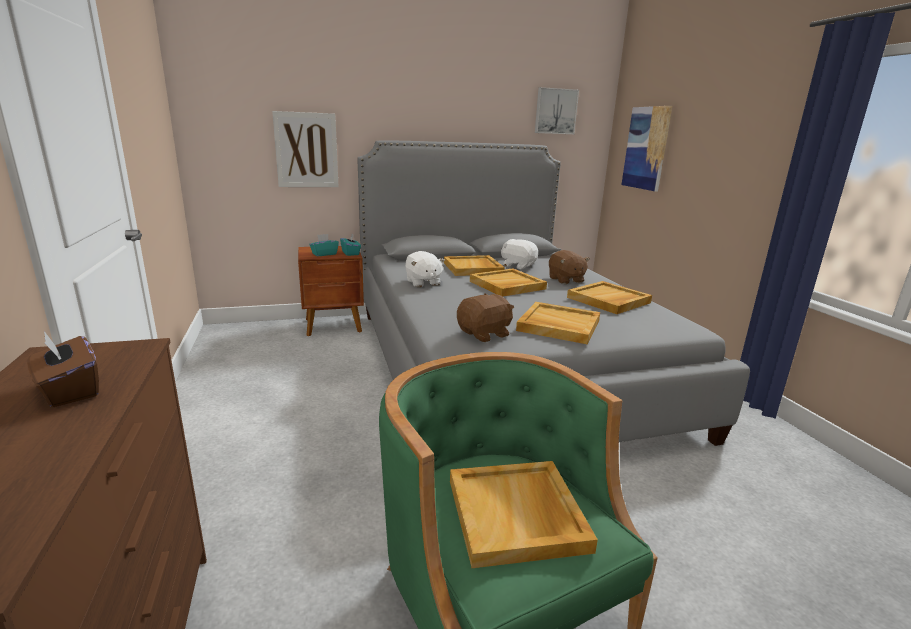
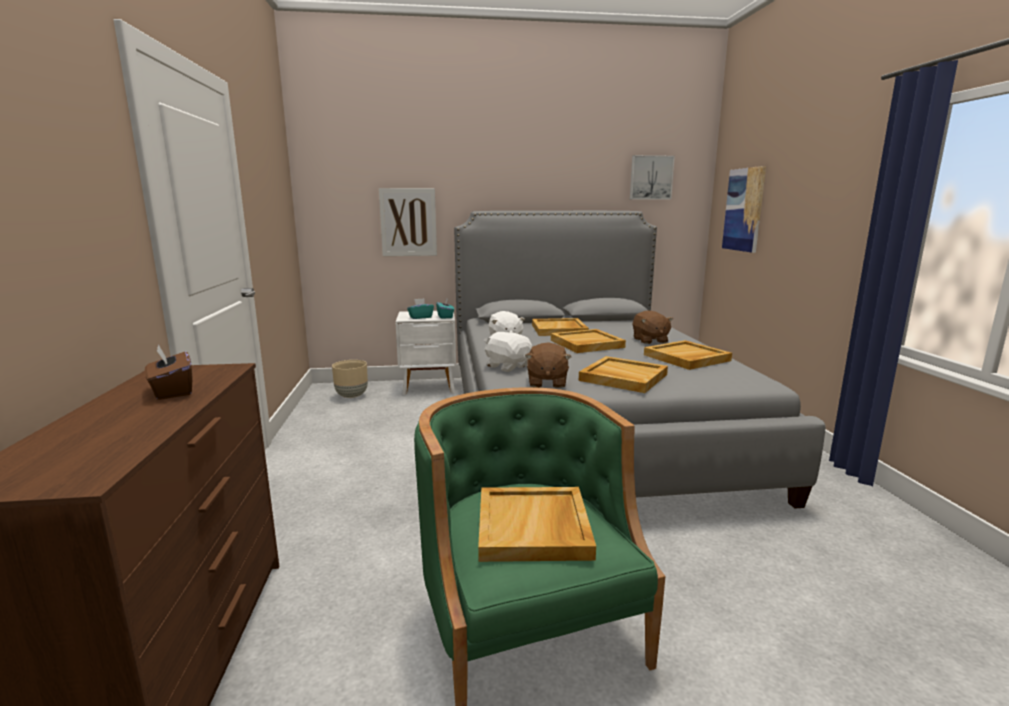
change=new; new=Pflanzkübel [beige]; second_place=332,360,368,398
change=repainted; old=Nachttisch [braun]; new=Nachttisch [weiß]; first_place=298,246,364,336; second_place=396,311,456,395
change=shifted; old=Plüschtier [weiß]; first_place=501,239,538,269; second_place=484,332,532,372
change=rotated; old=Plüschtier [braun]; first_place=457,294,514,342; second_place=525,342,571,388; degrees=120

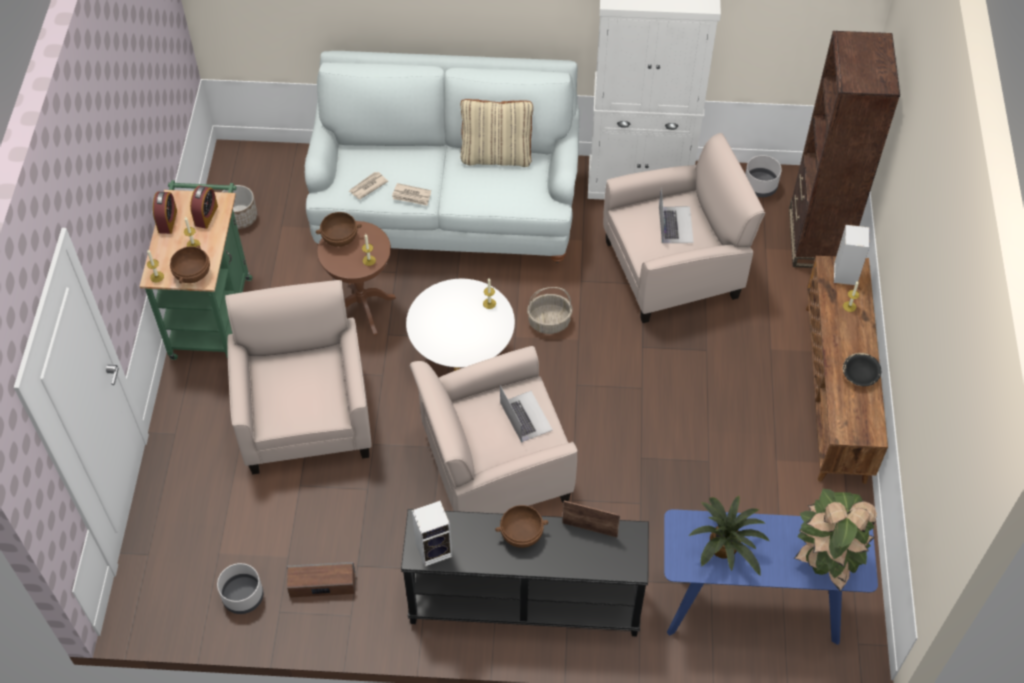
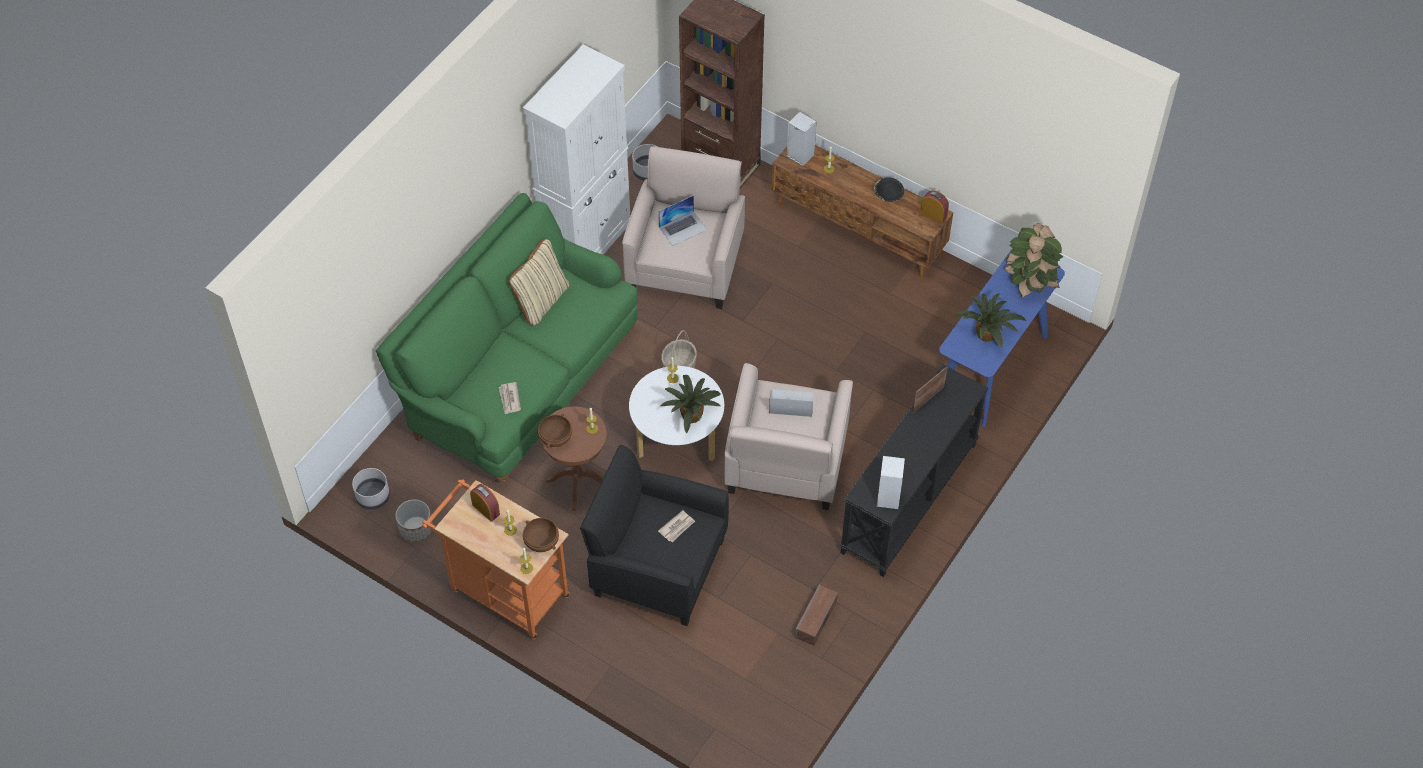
change=shifted; old=Pflanzkübel [grau]; first_place=217,563,263,614; second_place=352,468,390,510
change=repainted; old=Sofa [weiß]; new=Sofa [grün]; first_place=305,51,580,263; second_place=375,193,638,483
change=repainted; old=Rollwagen [grün]; new=Rollwagen [orange]; first_place=140,180,252,360; second_place=422,479,570,640
change=repainted; old=Sessel [beige]; new=Sessel [schwarz]; first_place=225,280,372,474; second_place=580,445,729,626
change=rotated; old=Laptop; first_place=659,188,694,243; second_place=658,195,707,246; degrees=120
change=shifted; old=Zeitung; first_place=392,183,431,206; second_place=658,510,695,542
change=new; new=Topfpflanze; second_place=660,375,721,434
change=shifted; old=Wecker; first_place=153,192,177,234; second_place=920,190,949,224
change=gone; old=Schüssel [braun]; first_place=495,505,548,548

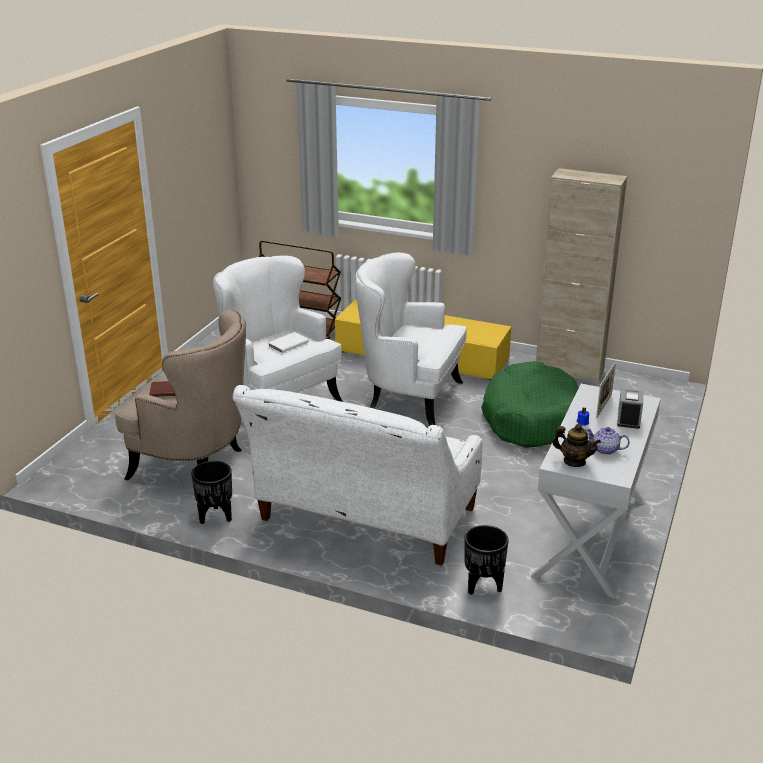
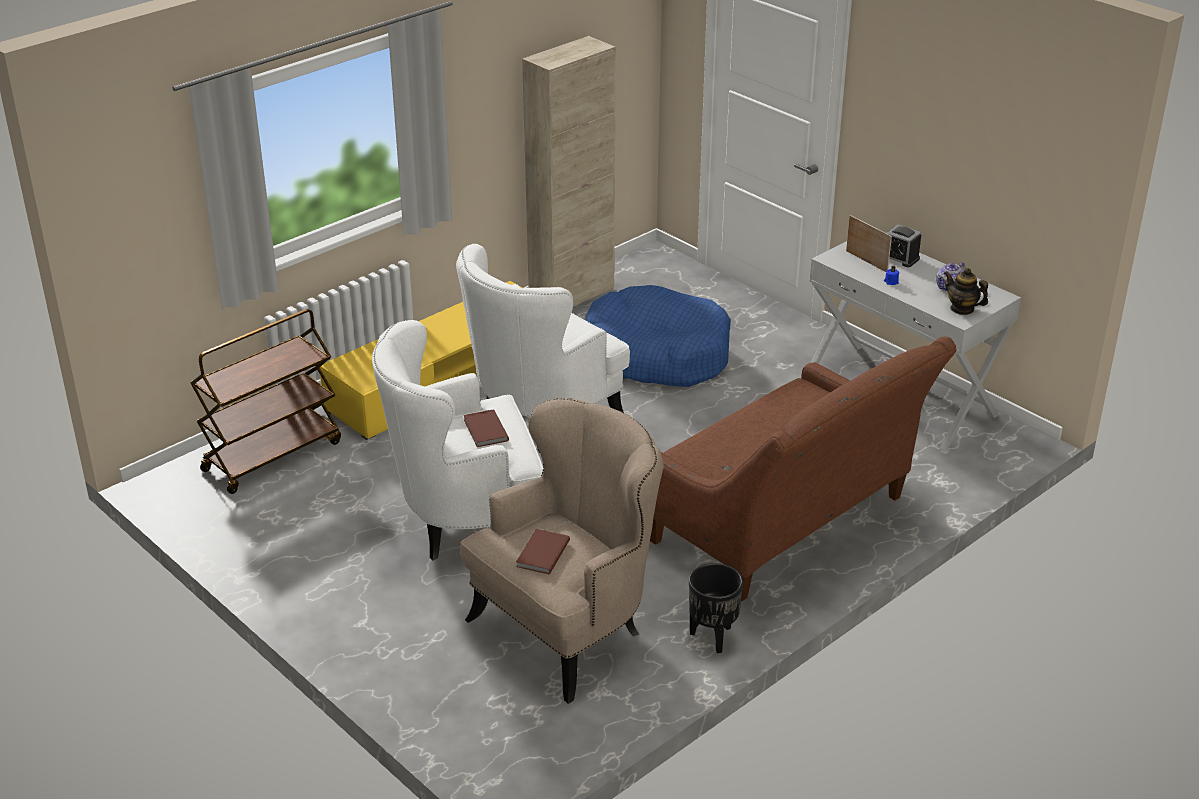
change=repainted; old=Buch [weiß]; new=Buch [braun]; first_place=268,332,309,353; second_place=464,409,509,447
change=repainted; old=Hundebett [grün]; new=Hundebett [blau]; first_place=481,361,579,448; second_place=585,285,731,387
change=repainted; old=Sofa [weiß]; new=Sofa [braun]; first_place=233,385,482,566; second_place=650,336,957,601
change=rotated; old=Teekanne; first_place=552,424,601,467; second_place=944,268,988,315; degrees=-105
change=gone; old=Pflanzkübel [schwarz]; first_place=464,525,509,595

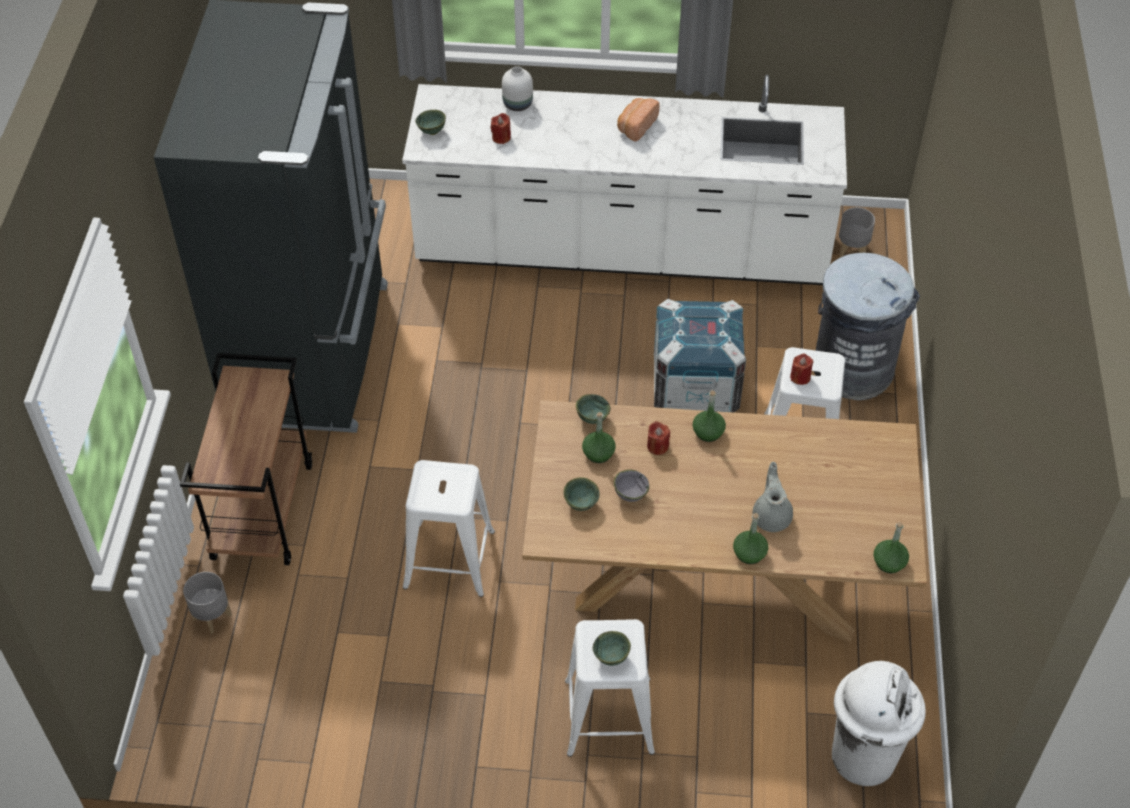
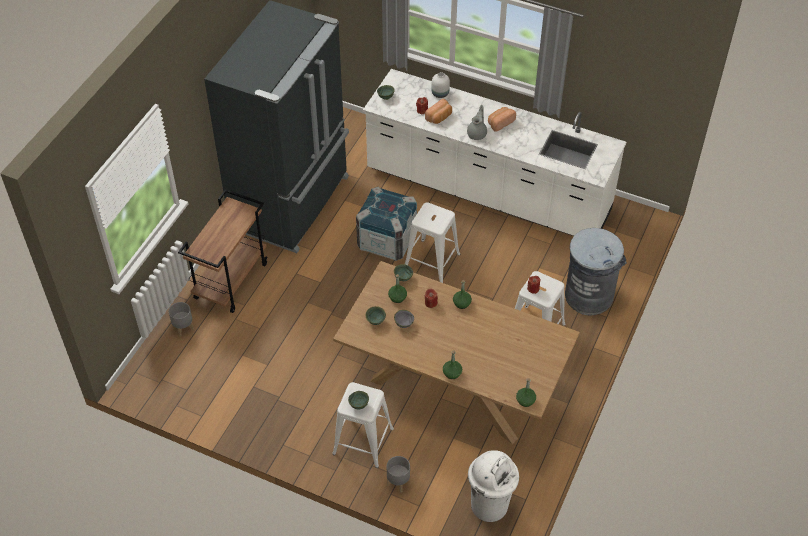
change=shifted; old=Kiste; first_place=654,299,746,413; second_place=356,186,417,261
change=shifted; old=Pflanzkübel [grau]; first_place=839,207,875,257; second_place=387,456,410,492
change=shifted; old=Hocker [weiß]; first_place=403,460,495,597; second_place=405,202,460,283
change=new; new=Brot; second_place=425,99,452,124
change=shifted; old=Teekanne [grau]; first_place=753,462,793,532; second_place=467,105,487,140

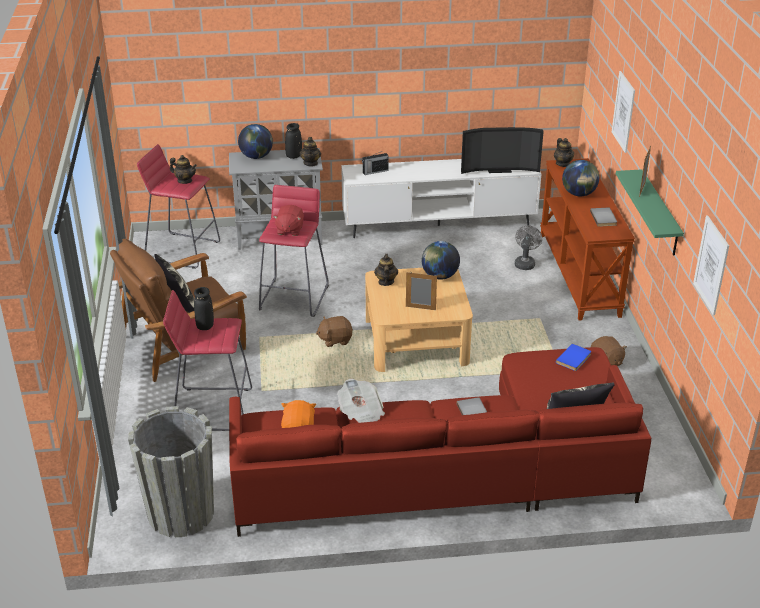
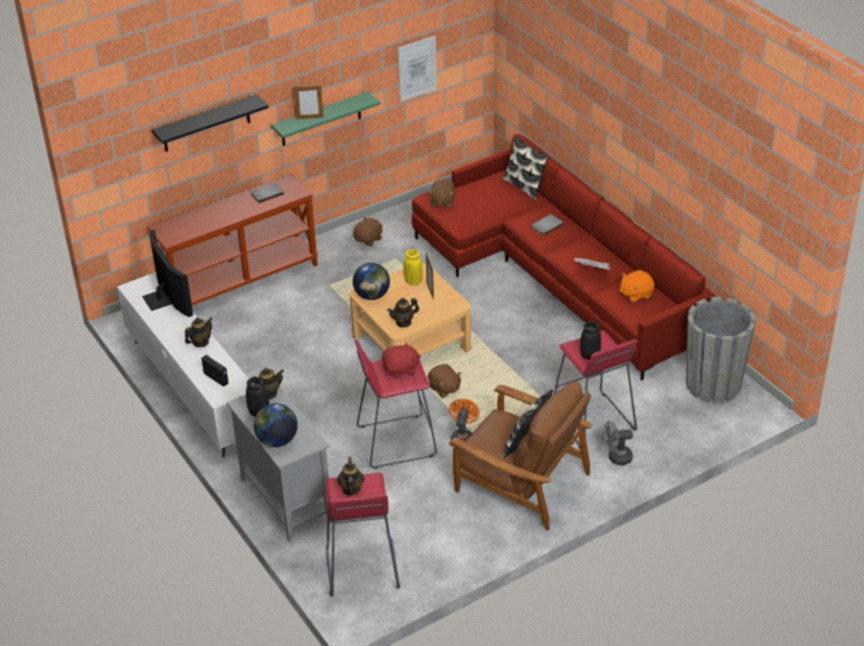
change=swapped; old=Bild; new=Wandregal [schwarz]; first_place=612,71,635,153; second_place=152,95,269,152
change=shifted; old=Teekanne; first_place=554,138,574,167; second_place=185,317,213,347
change=new; new=Vase [gelb]; second_place=404,249,423,285
change=swapped; old=Buch [blau]; new=Plüschtier [braun]; first_place=556,344,591,371; second_place=428,179,455,208
change=new; new=Ventilator [orange]; second_place=449,399,480,441
change=shifted; old=Ventilator [grau]; first_place=515,225,542,270; second_place=603,421,633,465
change=gone; old=Globus; first_place=562,160,599,197

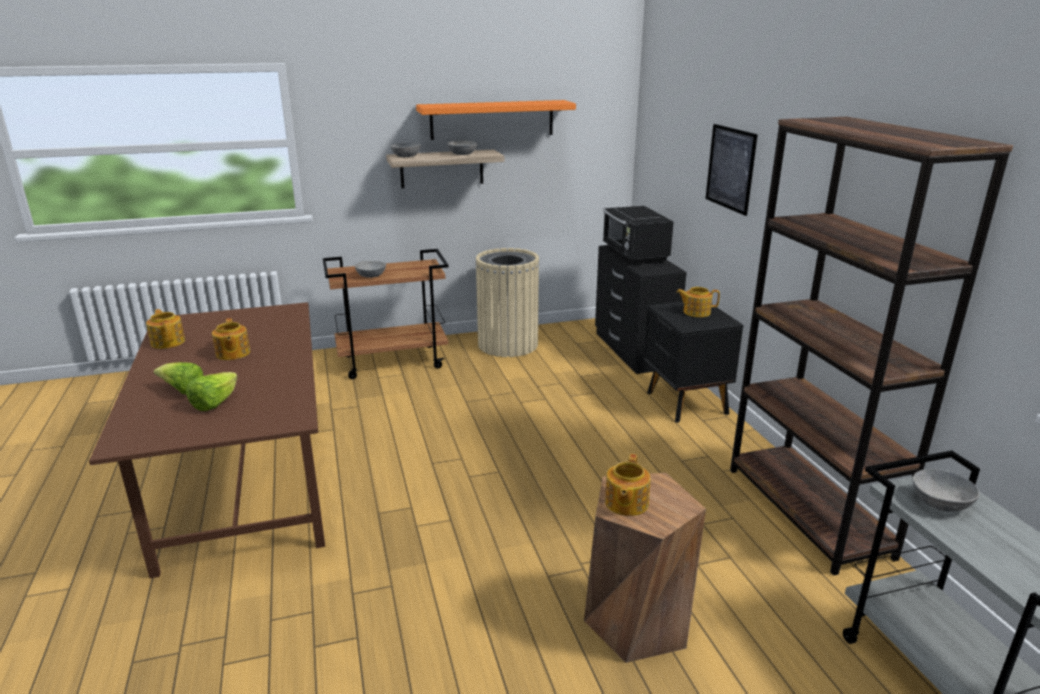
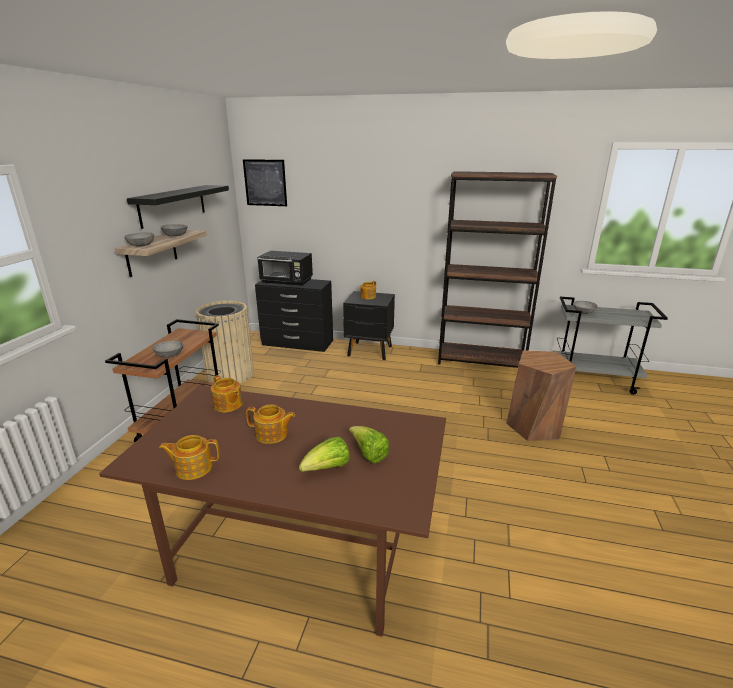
change=repainted; old=Wandregal [orange]; new=Wandregal [schwarz]; first_place=416,100,576,140; second_place=127,185,229,229
change=shifted; old=Teekanne; first_place=605,454,651,516; second_place=211,375,243,413
change=shifted; old=Bild; first_place=706,124,758,216; second_place=243,159,287,206

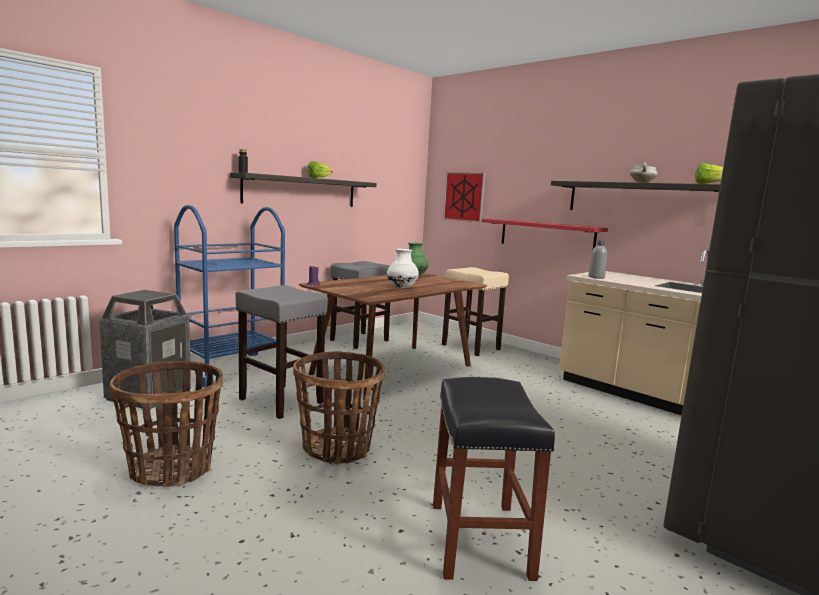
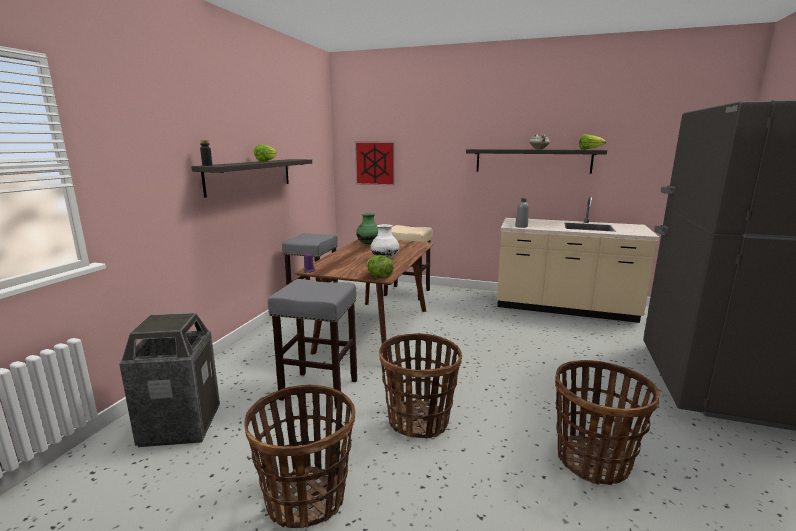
change=new; new=Salatkopf; second_place=367,255,394,278
change=swapped; old=Hocker [schwarz]; new=Korb; first_place=433,377,555,581; second_place=555,360,659,485
change=gone; old=Rollwagen [blau]; first_place=174,205,288,388
change=gone; old=Wandregal [rot]; first_place=481,219,608,251

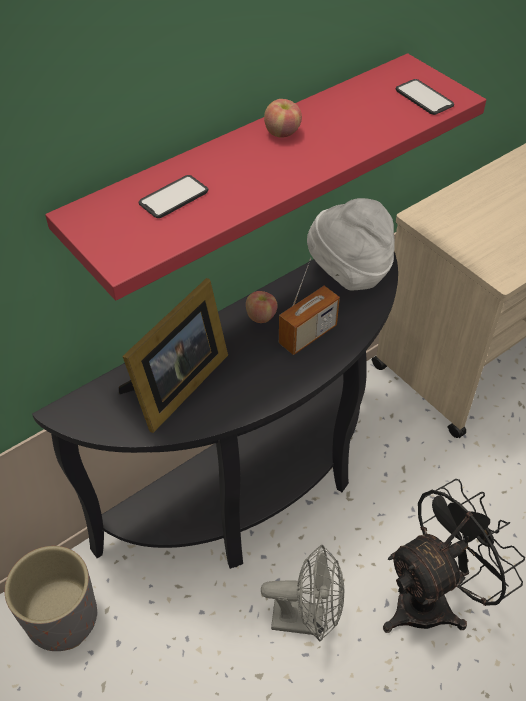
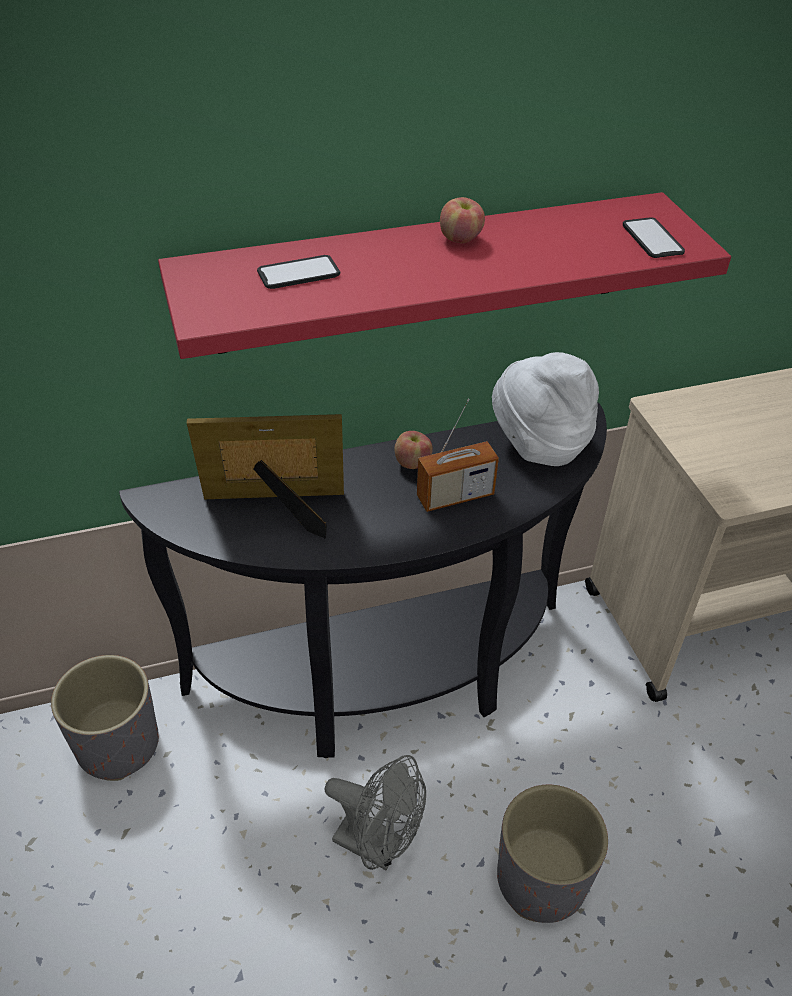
change=rotated; old=Bilderrahmen; first_place=119,278,228,433; second_place=187,414,344,538; degrees=-150
change=swapped; old=Ventilator [schwarz]; new=Pflanzkübel [grau]; first_place=383,479,525,633; second_place=497,785,608,923

